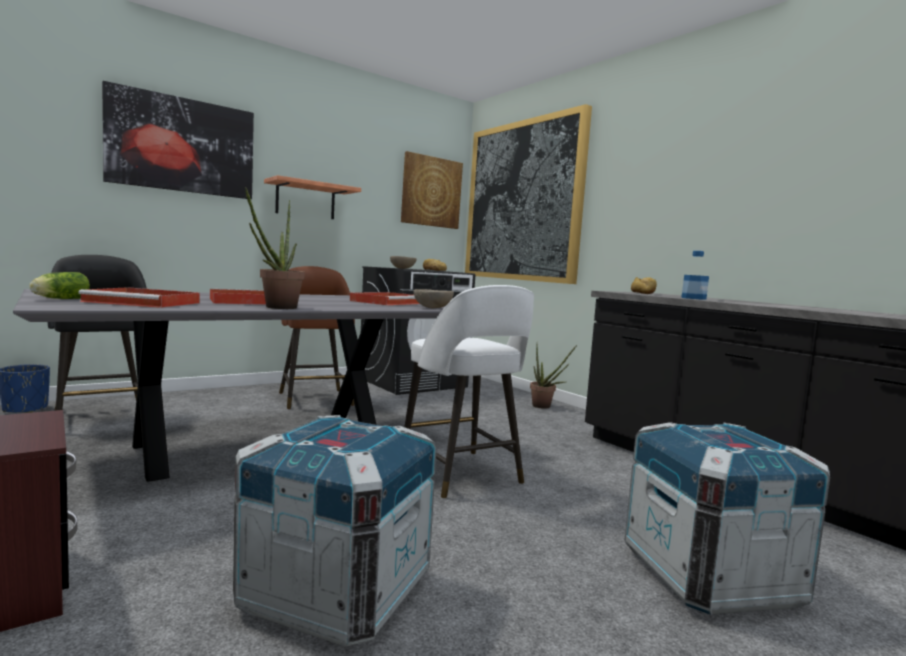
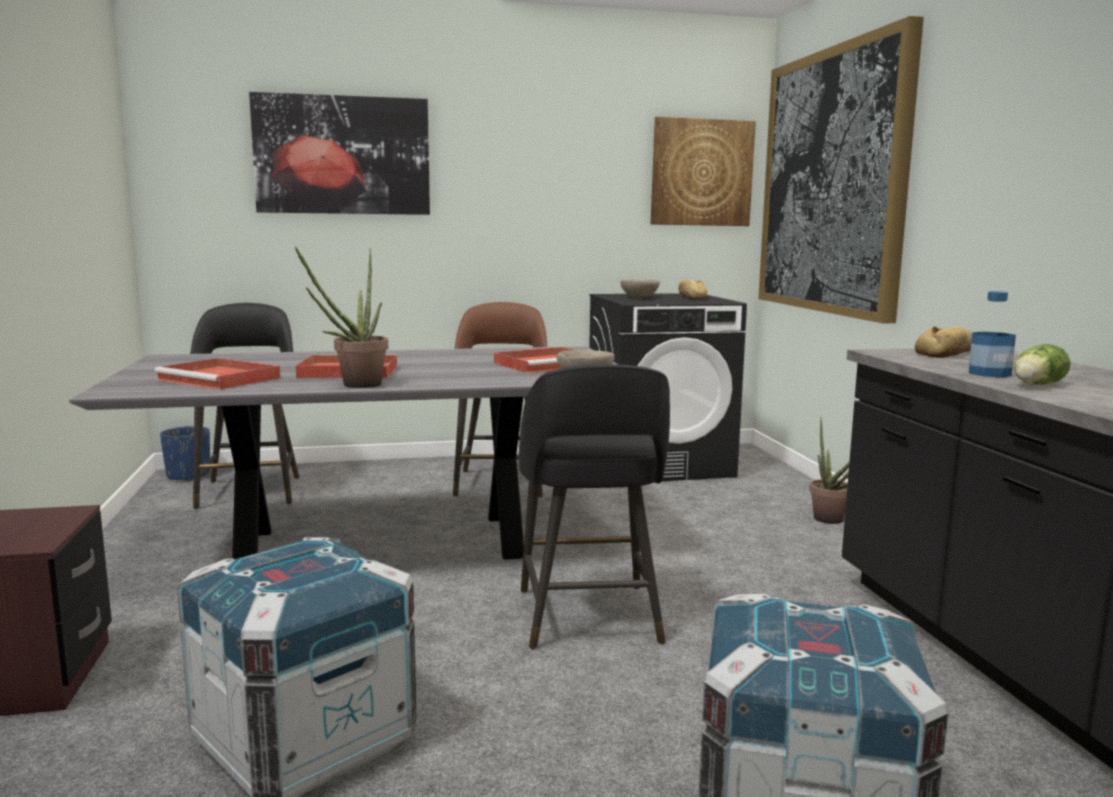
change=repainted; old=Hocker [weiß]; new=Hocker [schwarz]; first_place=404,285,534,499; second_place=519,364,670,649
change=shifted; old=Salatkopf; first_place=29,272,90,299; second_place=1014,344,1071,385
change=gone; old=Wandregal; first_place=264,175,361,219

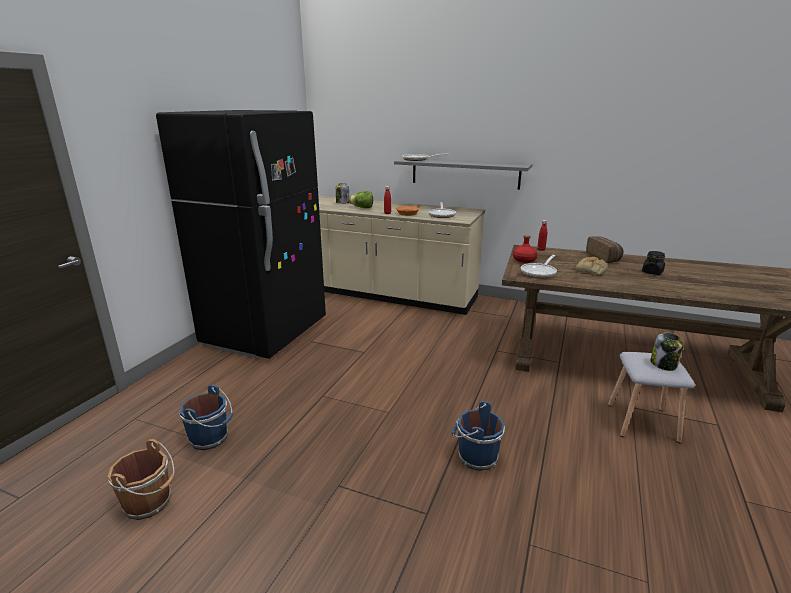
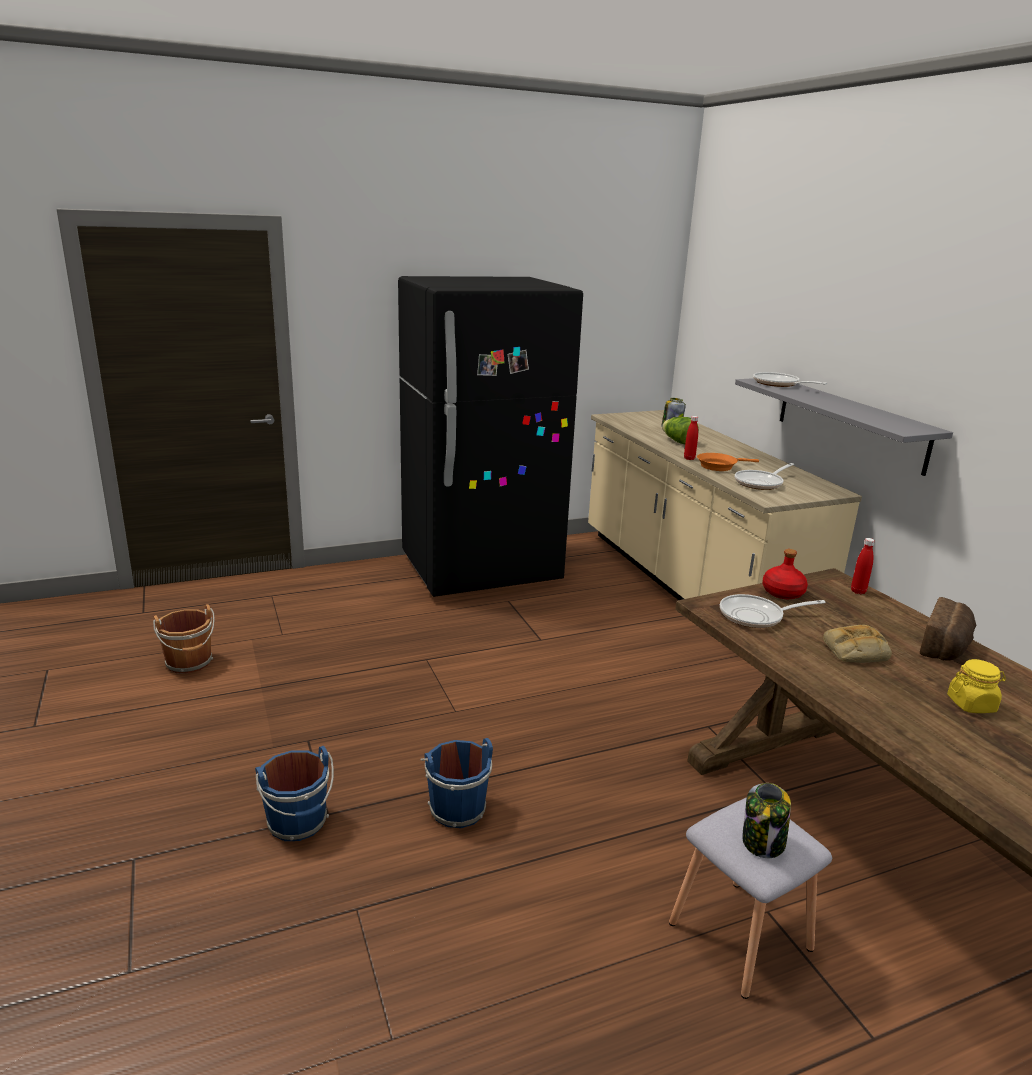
change=shifted; old=Eimer [blau]; first_place=179,384,233,450; second_place=255,746,334,841
change=repainted; old=Vorratsglas [schwarz]; new=Vorratsglas [gelb]; first_place=642,251,665,275; second_place=947,659,1006,713

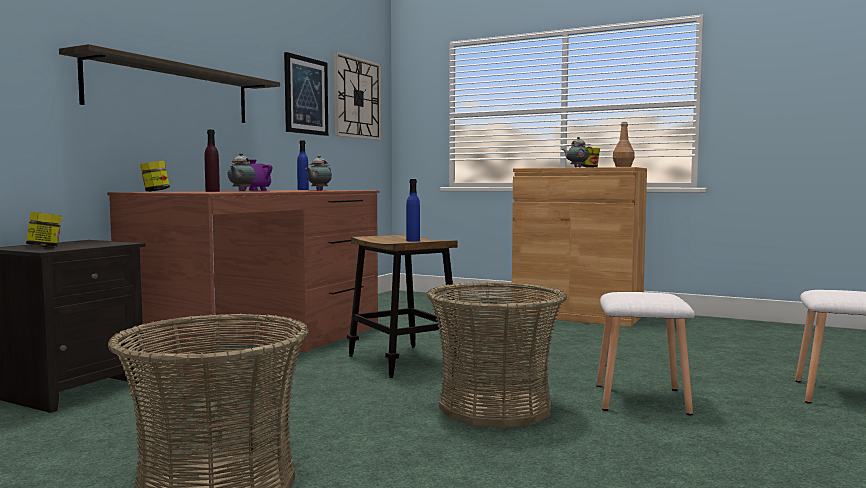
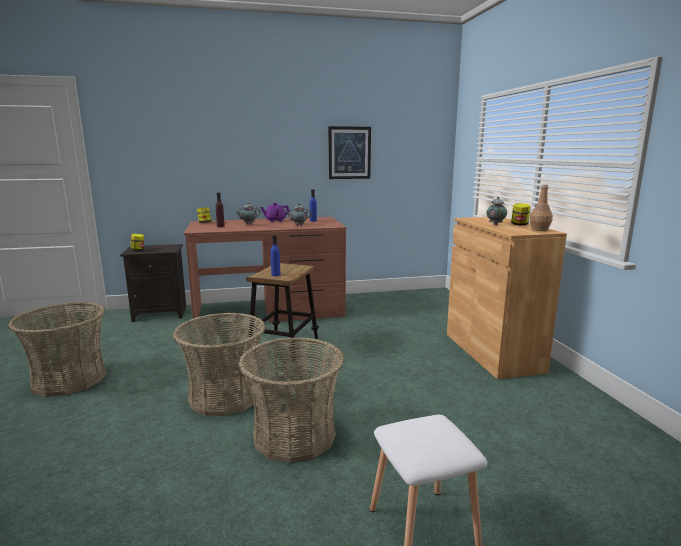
change=swapped; old=Hocker [weiß]; new=Korb; first_place=596,292,695,415; second_place=239,337,345,463
change=gone; old=Wandregal; first_place=59,44,280,123
change=gone; old=Wanduhr; first_place=333,51,382,140

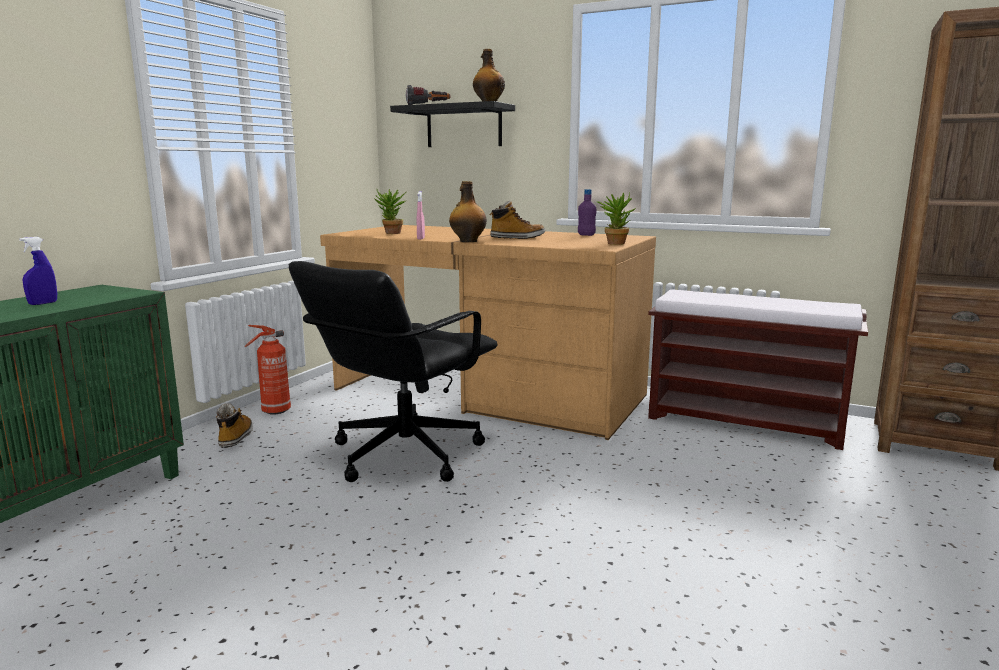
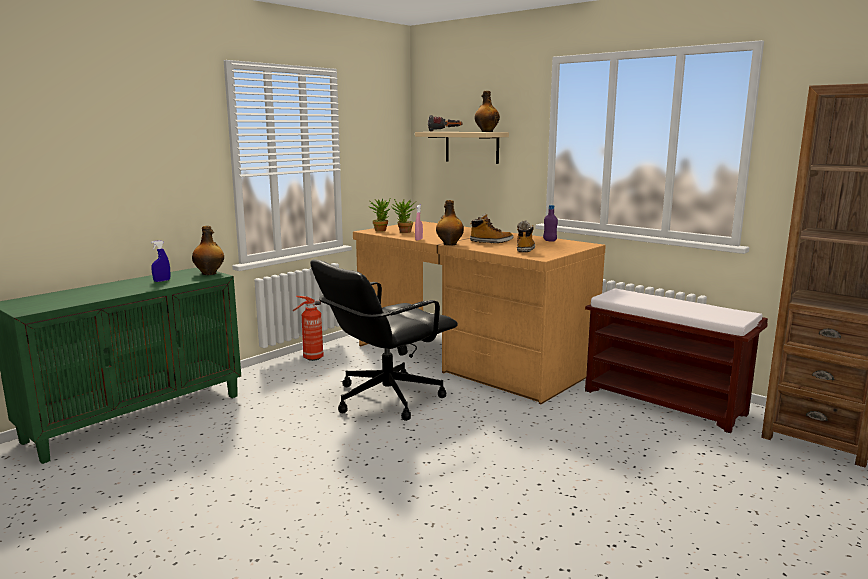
change=new; new=Flasche; second_place=192,226,224,275
change=shifted; old=Topfpflanze; first_place=596,193,636,245; second_place=368,199,391,232
change=repainted; old=Wandregal [schwarz]; new=Wandregal [beige]; first_place=390,101,515,147; second_place=415,132,509,164
change=shifted; old=Stiefel; first_place=216,403,253,448; second_place=517,221,535,252

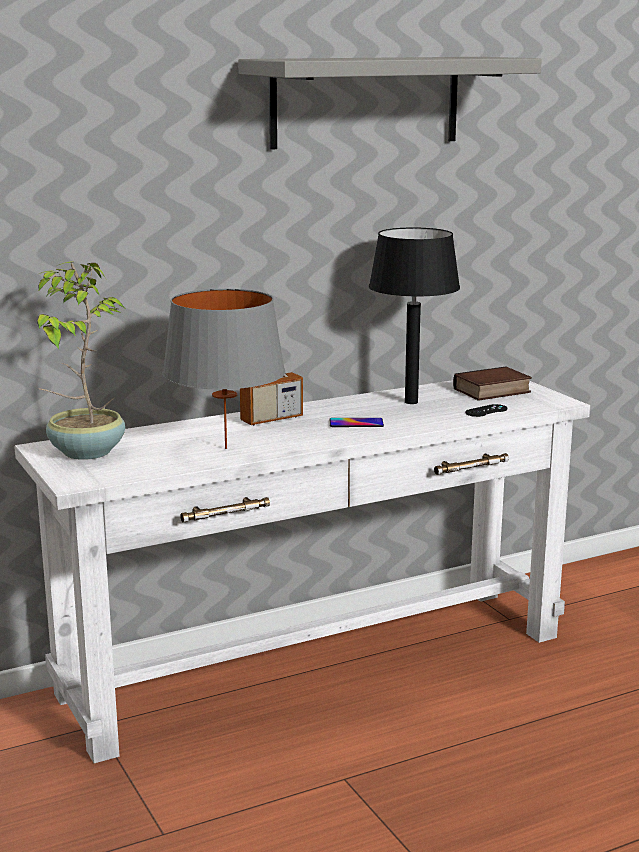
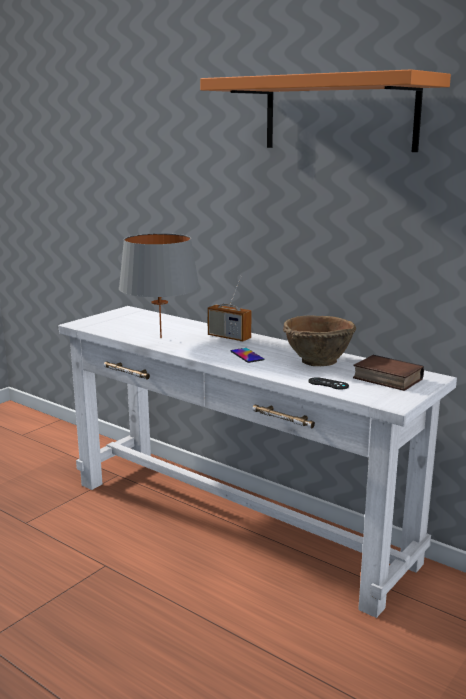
change=repainted; old=Wandregal [grau]; new=Wandregal [orange]; first_place=238,57,542,150; second_place=200,69,451,152
change=swapped; old=Tischlampe [schwarz]; new=Schüssel [braun]; first_place=368,227,460,404; second_place=283,315,356,366
change=gone; old=Topfpflanze; first_place=37,261,125,460

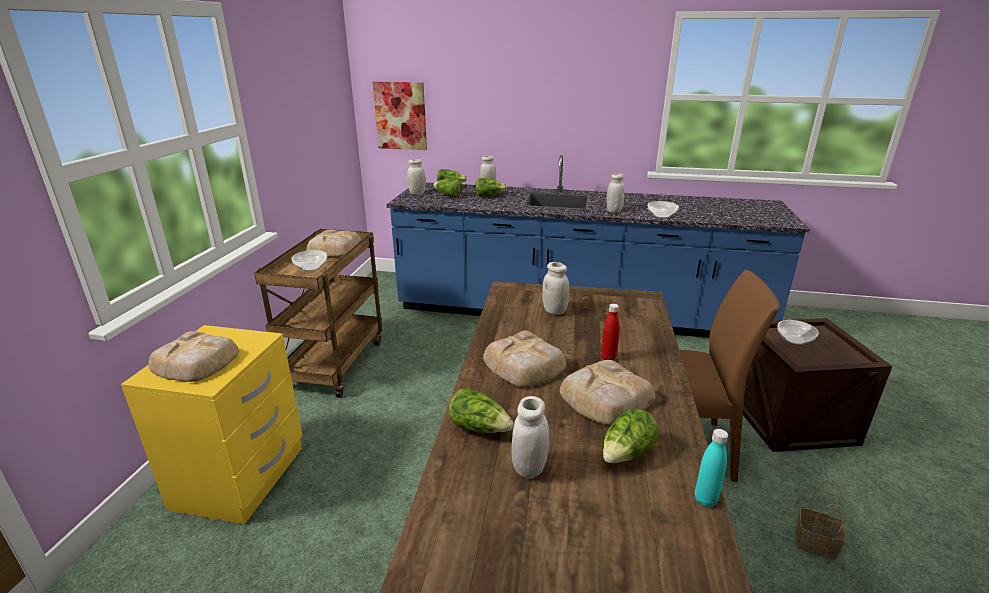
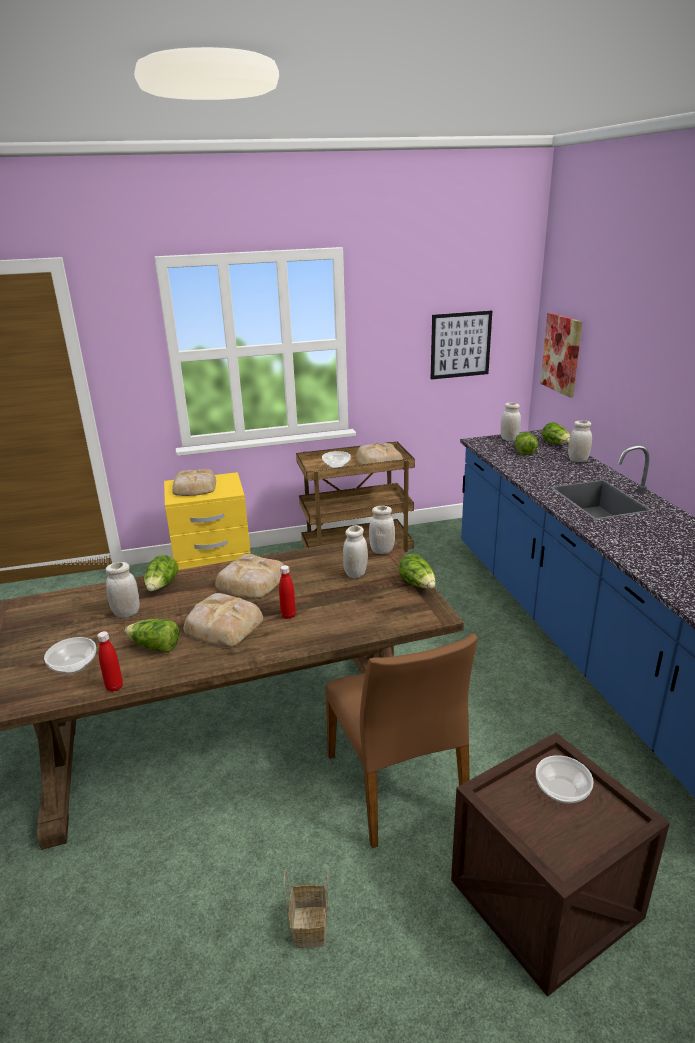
change=shifted; old=Schüssel; first_place=648,201,679,218; second_place=44,637,96,674
change=repainted; old=Flasche [türkis]; new=Flasche [rot]; first_place=695,429,728,507; second_place=97,631,123,692
change=shifted; old=Vorratsglas [weiß]; first_place=606,173,625,213; second_place=369,506,395,554
change=shifted; old=Salatkopf; first_place=475,178,507,197; second_place=398,553,436,589
change=new; new=Bild; second_place=431,310,492,380

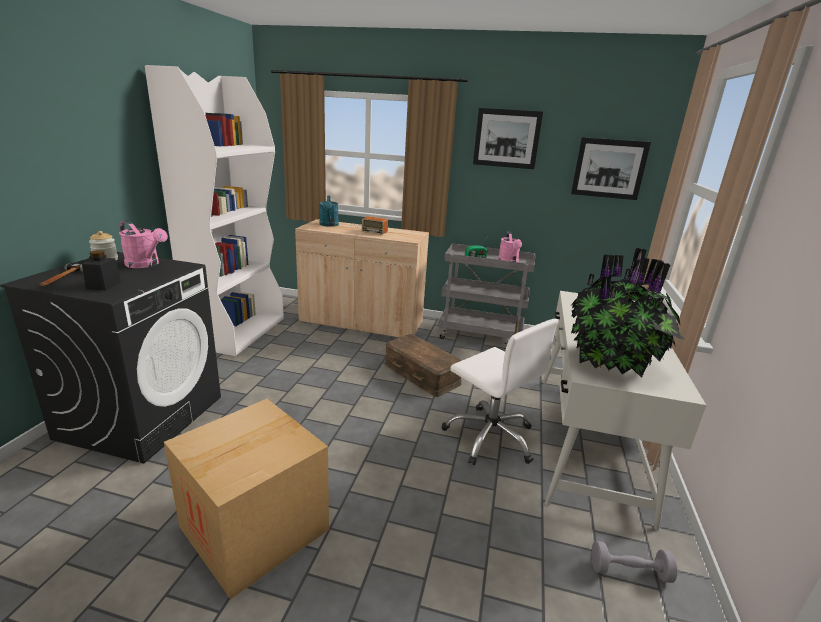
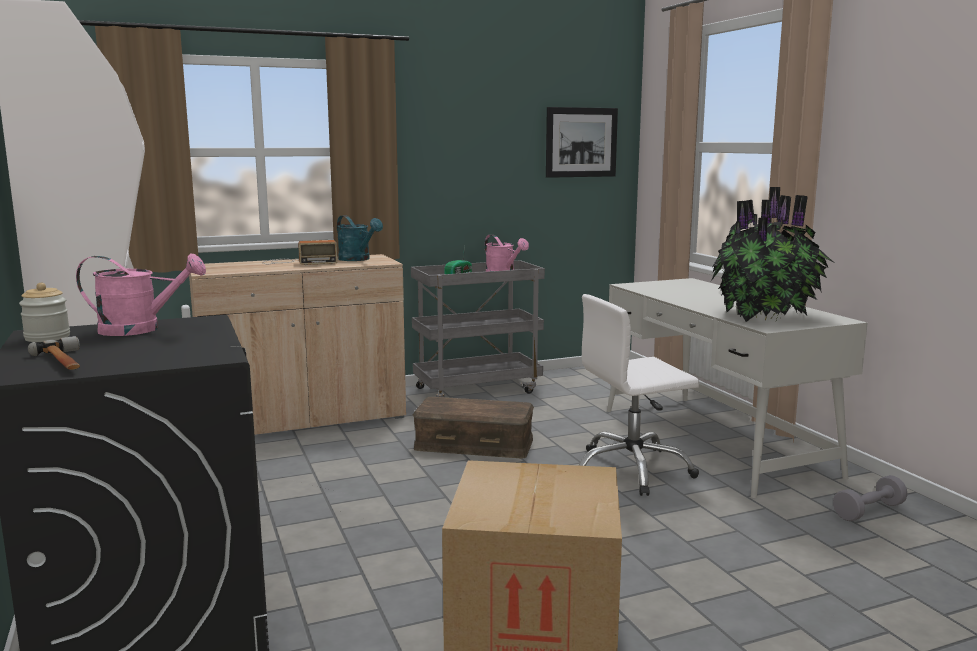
change=shifted; old=Gießkanne [türkis]; first_place=319,196,339,227; second_place=337,215,383,261
change=rotated; old=Bürostuhl [weiß]; first_place=442,319,559,465; second_place=579,294,700,496; degrees=150
change=gone; old=Vorratsglas [schwarz]; first_place=82,250,121,291
change=gone; old=Bild; first_place=473,108,543,169

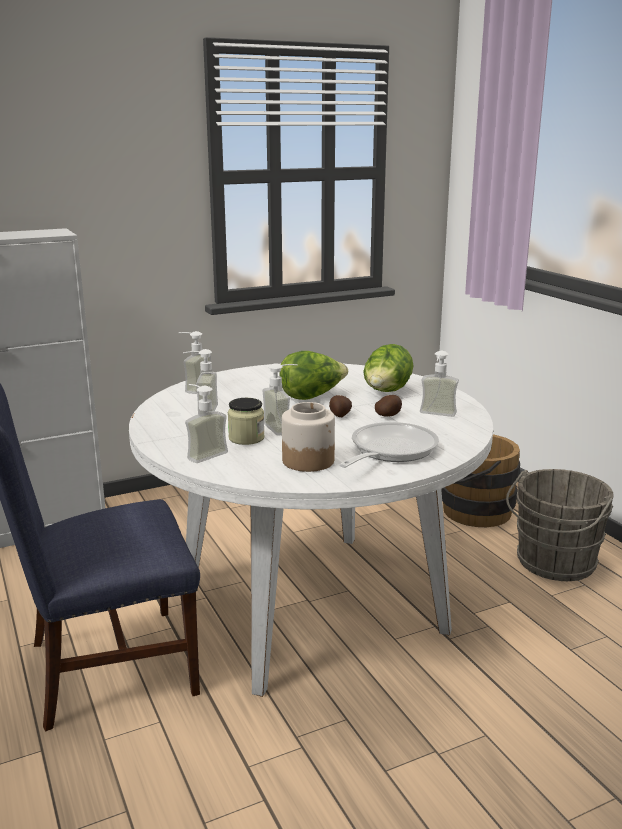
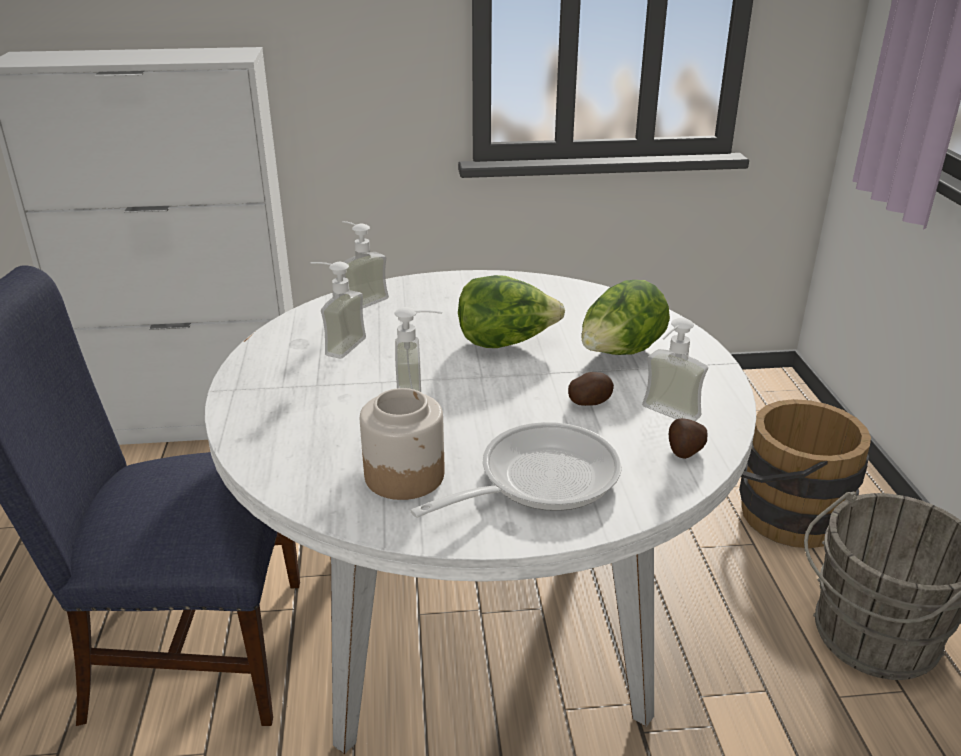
change=shifted; old=Kartoffel; first_place=329,395,352,417; second_place=669,418,708,459
change=gone; old=Seifenspender; first_place=185,384,228,463
change=gone; old=Vorratsglas; first_place=228,398,265,445

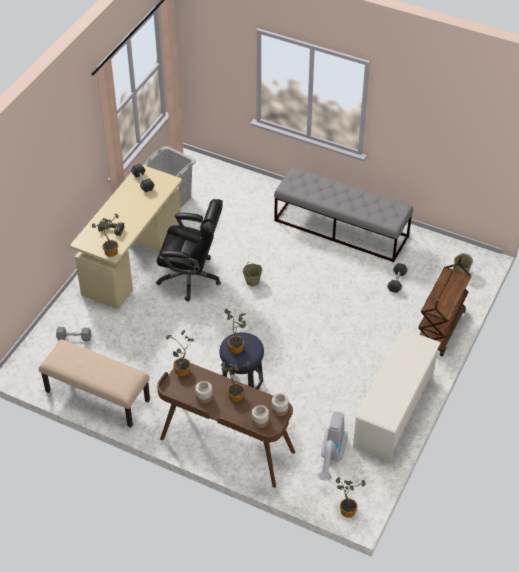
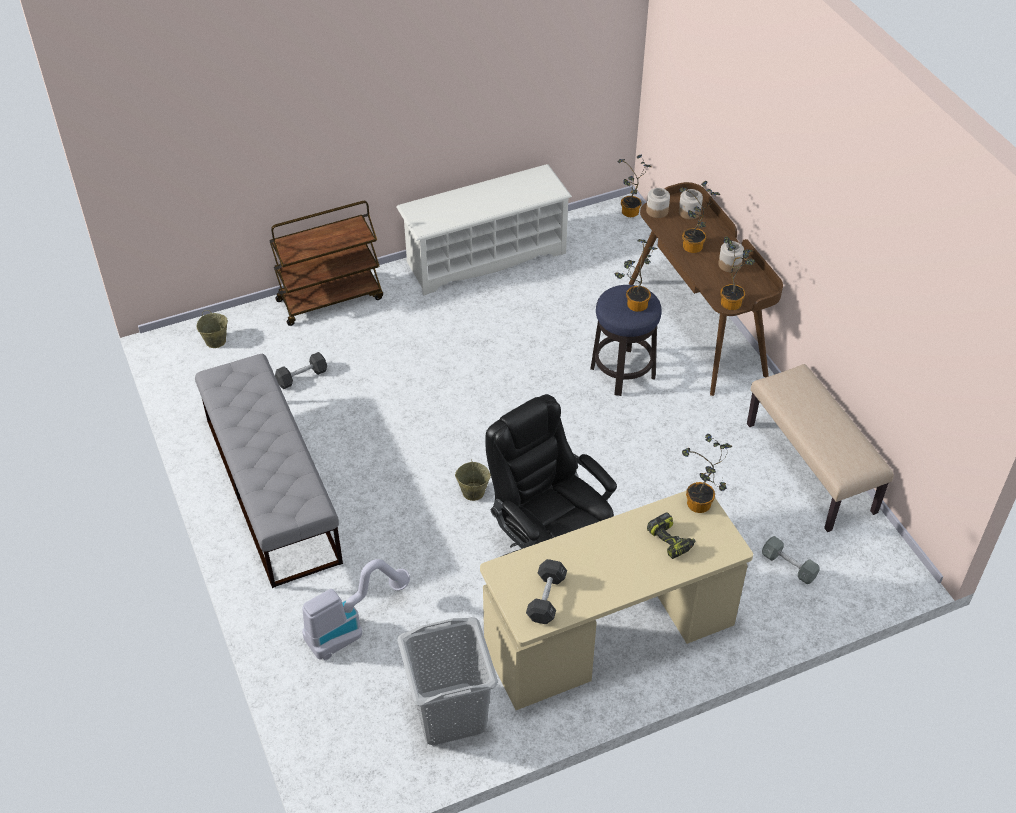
change=shifted; old=Staubsauger; first_place=317,411,348,481; second_place=302,559,410,660

